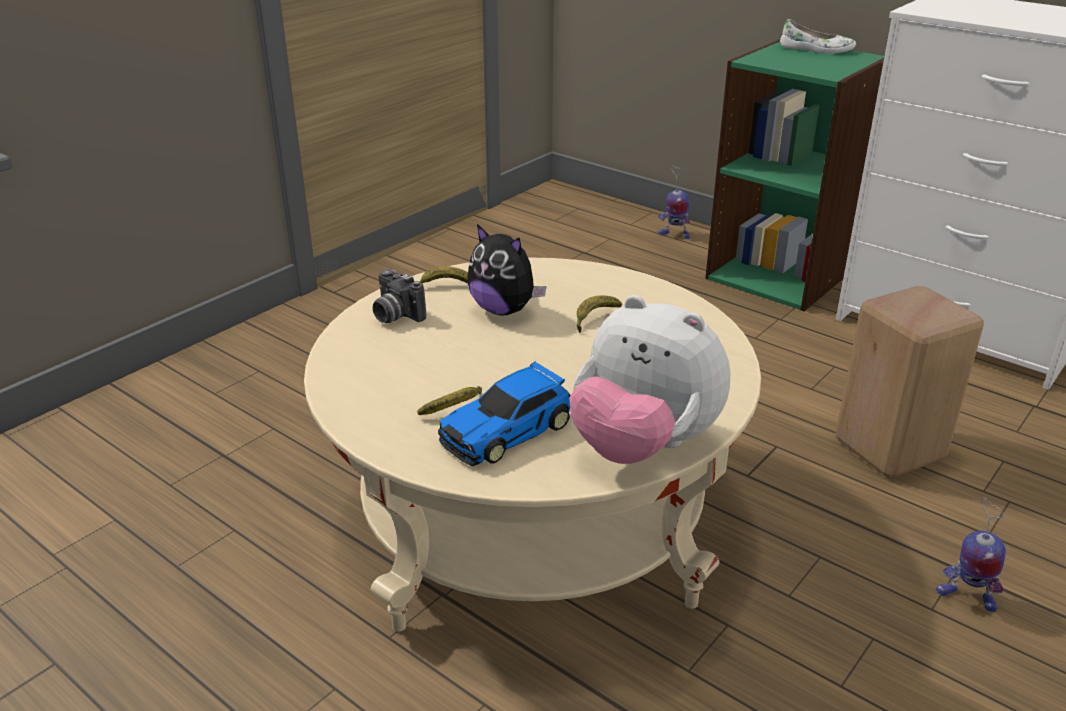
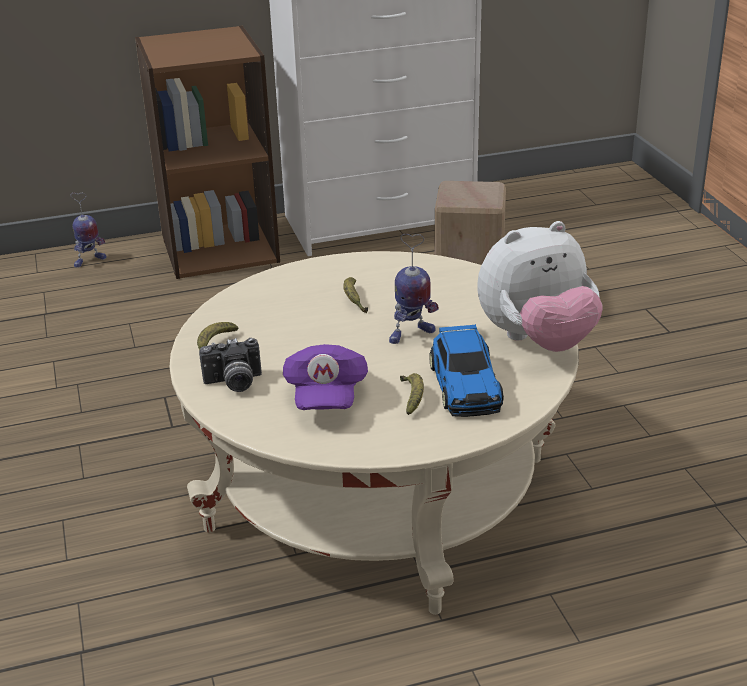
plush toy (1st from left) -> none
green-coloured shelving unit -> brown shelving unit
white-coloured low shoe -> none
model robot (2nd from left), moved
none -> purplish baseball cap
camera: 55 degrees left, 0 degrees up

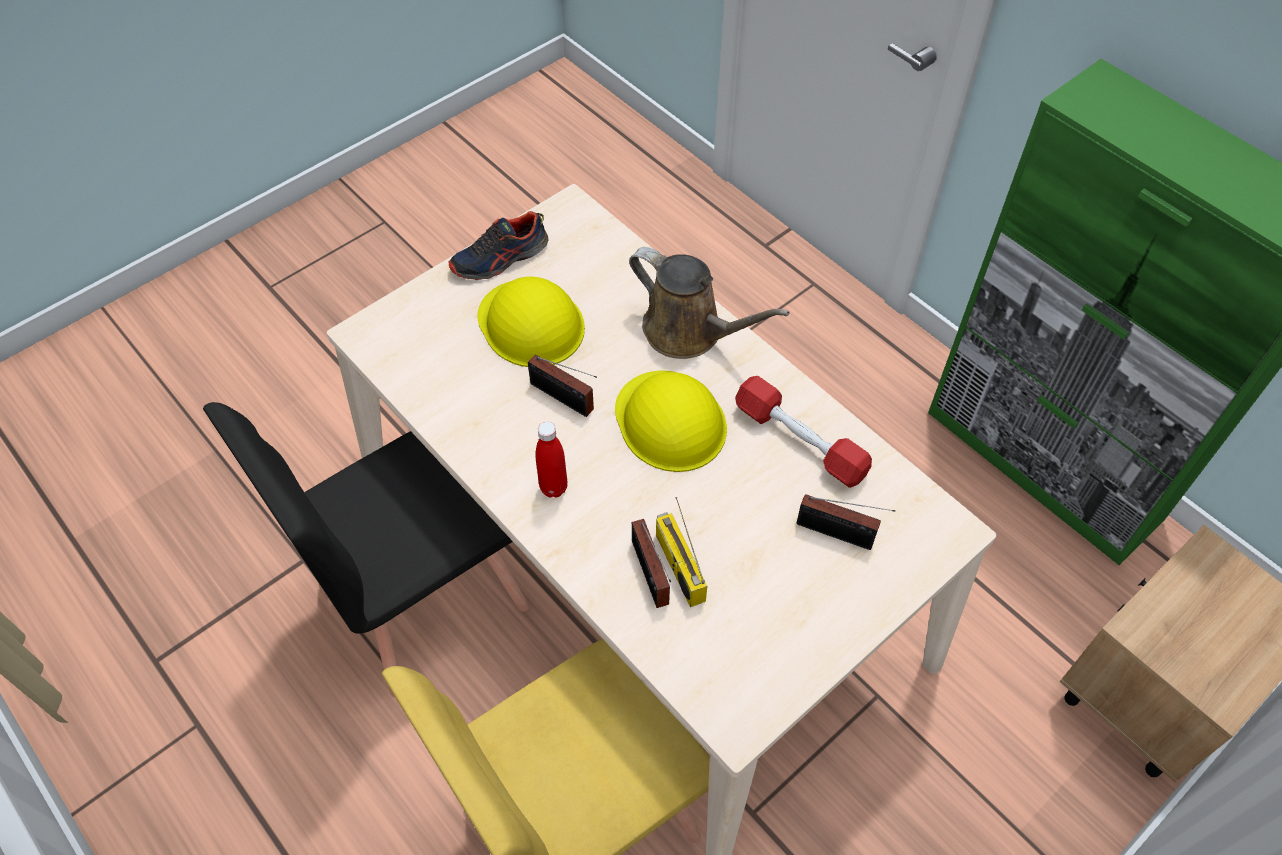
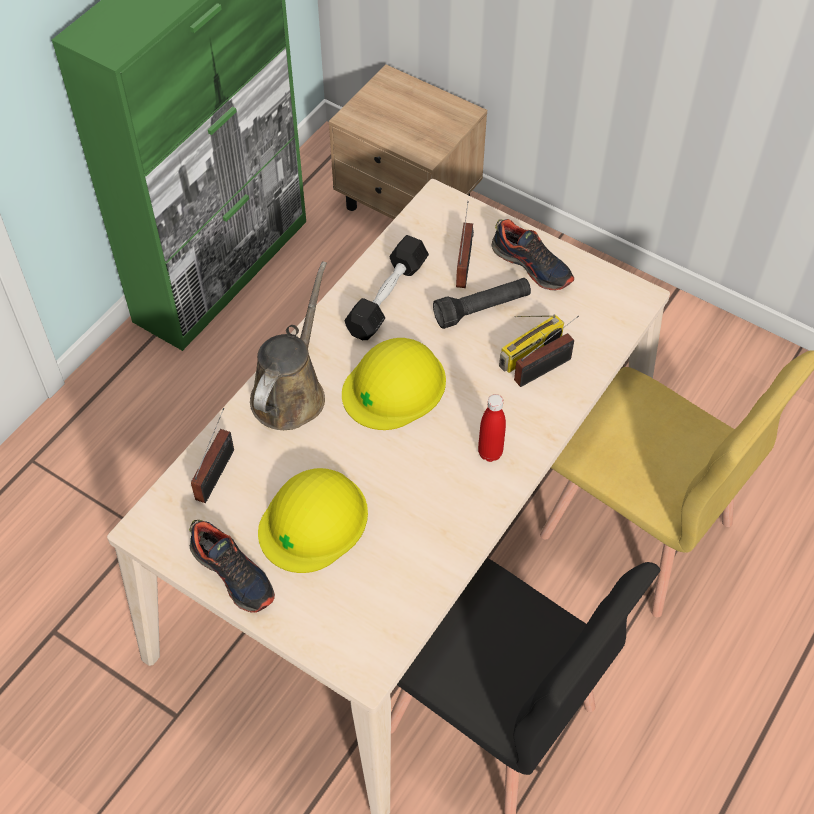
radio receiver (1st from left), moved
red-coloured dumbbell -> blackish dumbbell
none -> blackish hand torch
none -> low shoe (2nd from left)
camera: 105 degrees left, 0 degrees up

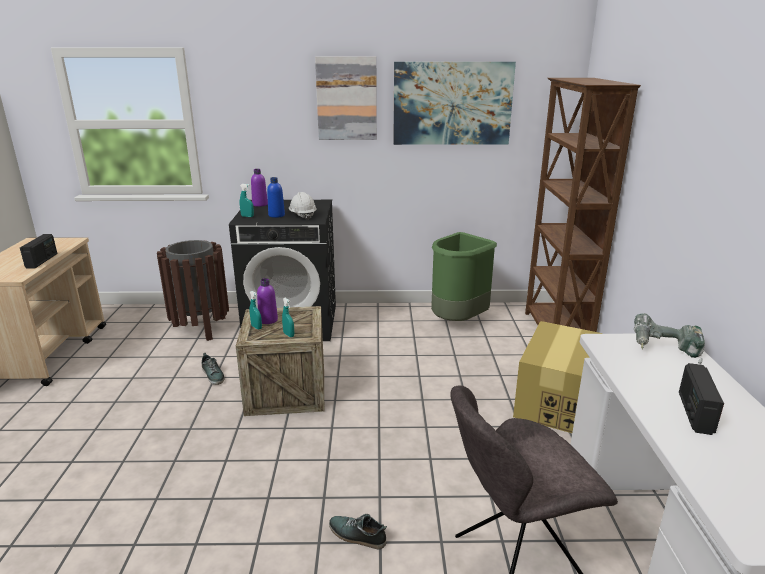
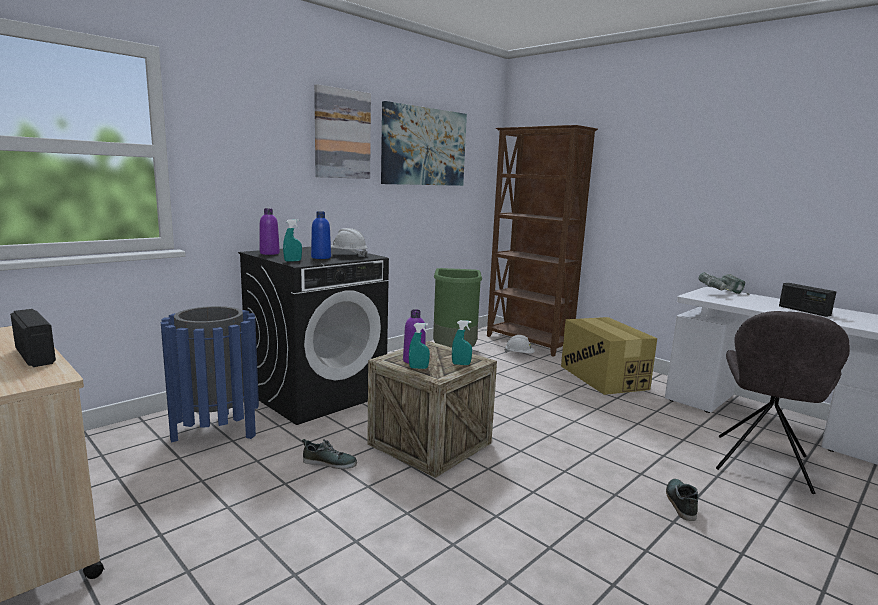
brown waste bin -> bluish waste bin
low shoe (2nd from left), 120 degrees clockwise
none -> white-coloured hard hat (2nd from left)
camera: 45 degrees left, 10 degrees down

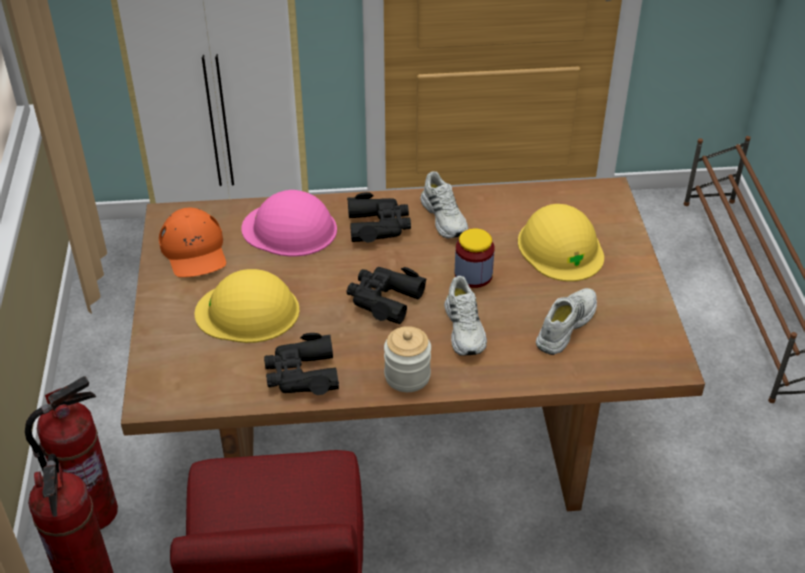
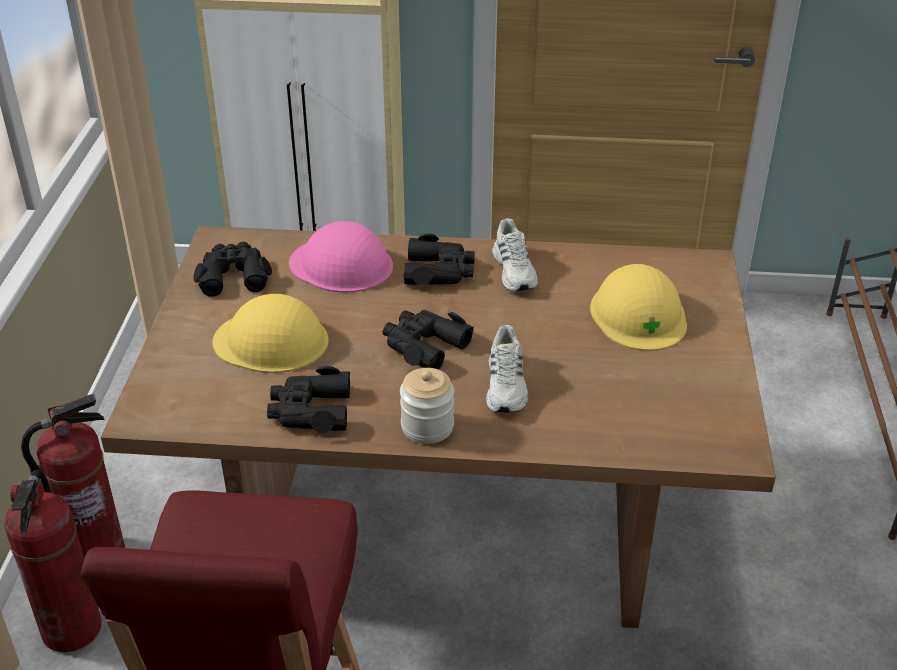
orangey baseball cap -> blackish pair of binoculars (1st from left)
jar (2nd from left) -> none
white-coloured low shoe (3rd from left) -> none
camera: 10 degrees right, 5 degrees down

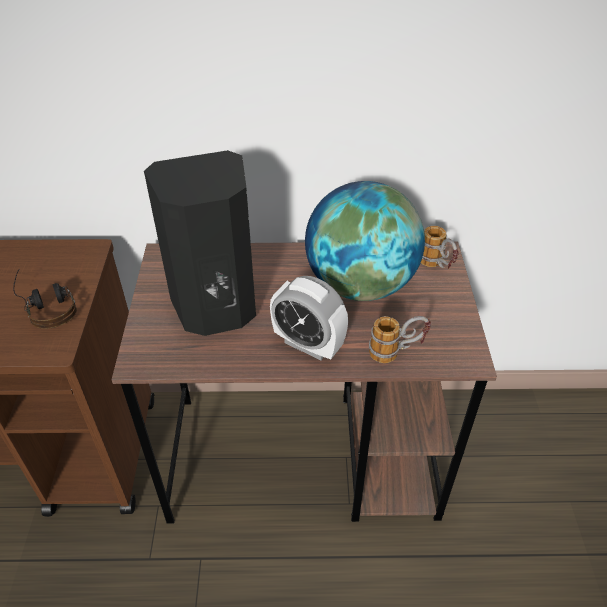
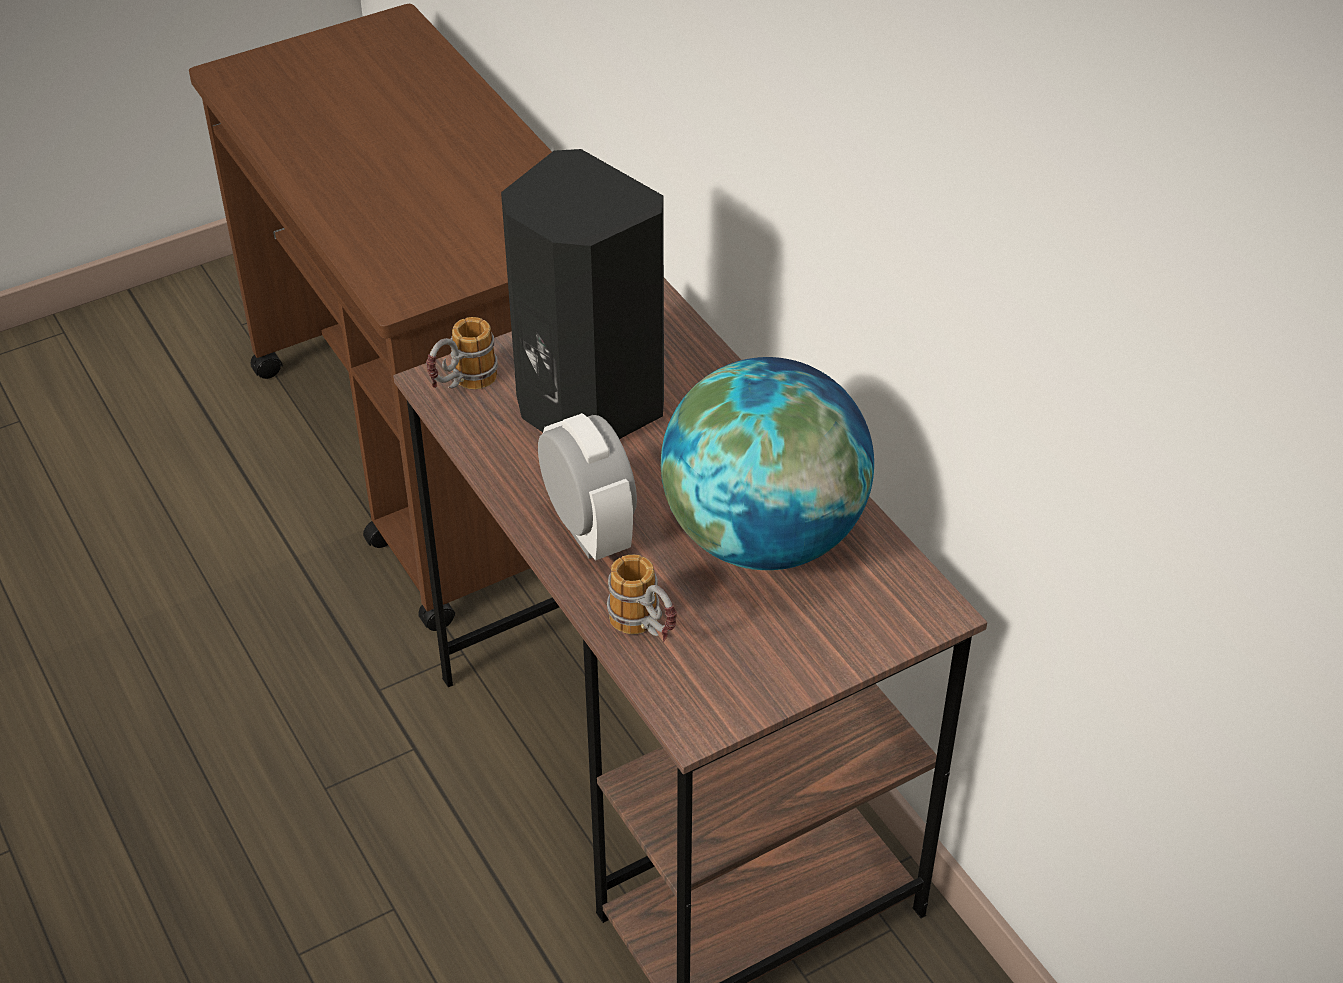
headphones -> none
bedside clock, 150 degrees clockwise
coffee mug (2nd from left in the first image) -> coffee mug (1st from left), moved
camera: 60 degrees right, 0 degrees up

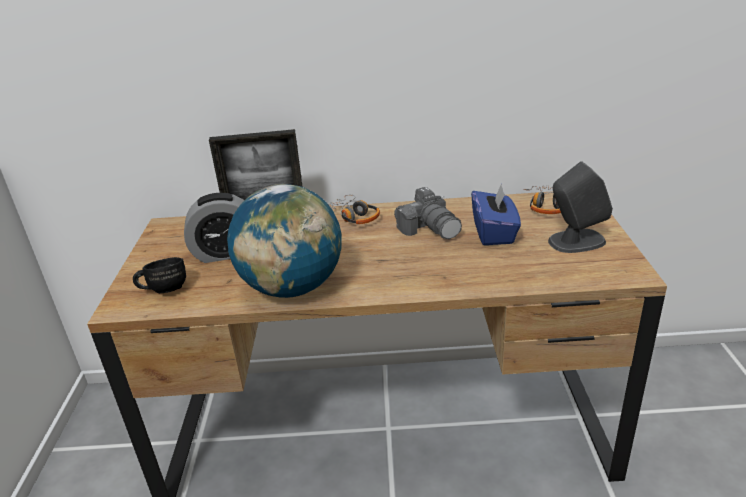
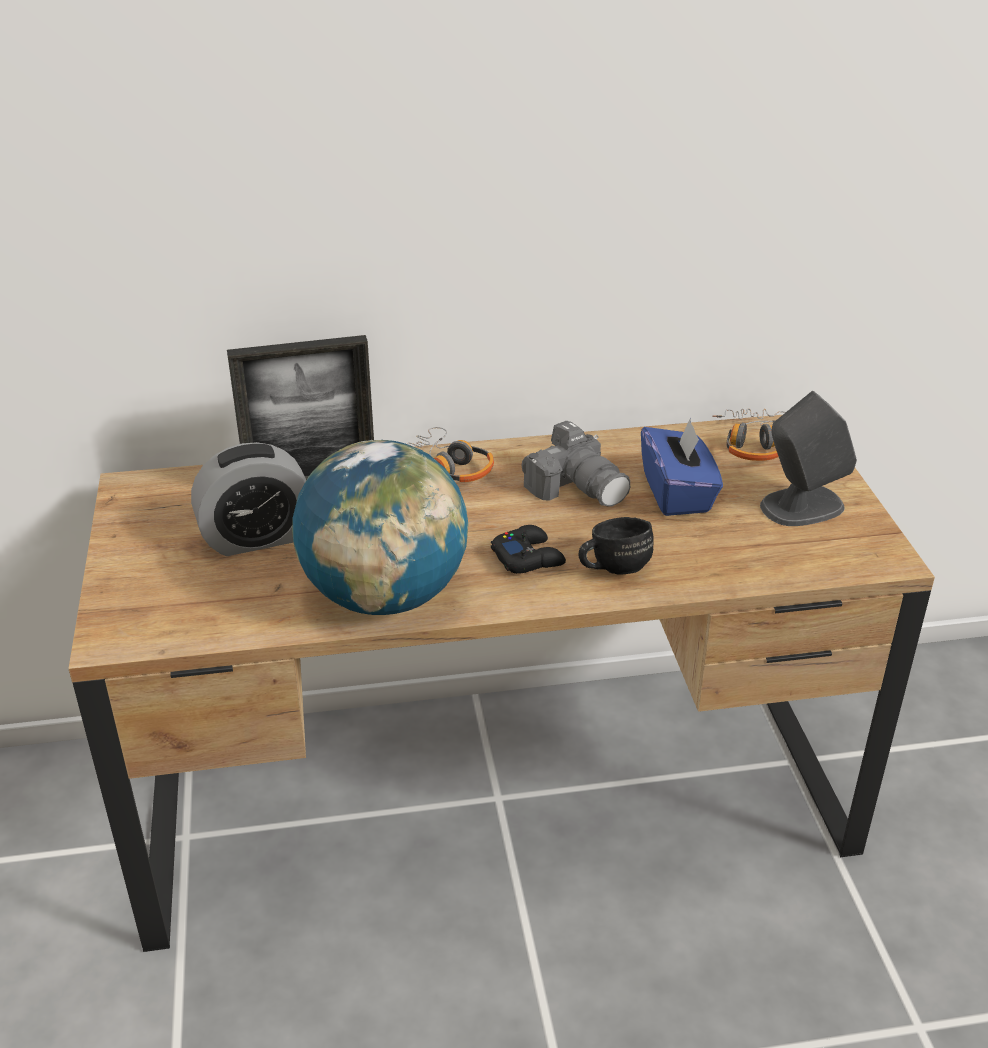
blackish coffee mug, moved
none -> blackish gamepad
camera: 10 degrees left, 5 degrees up

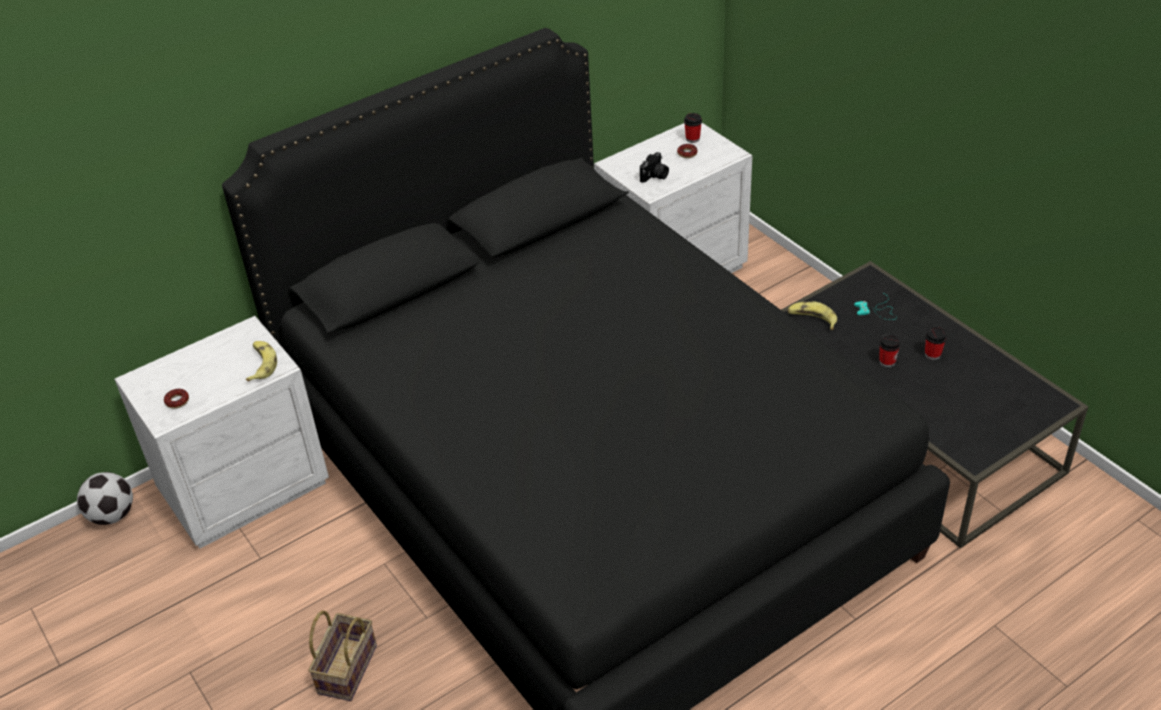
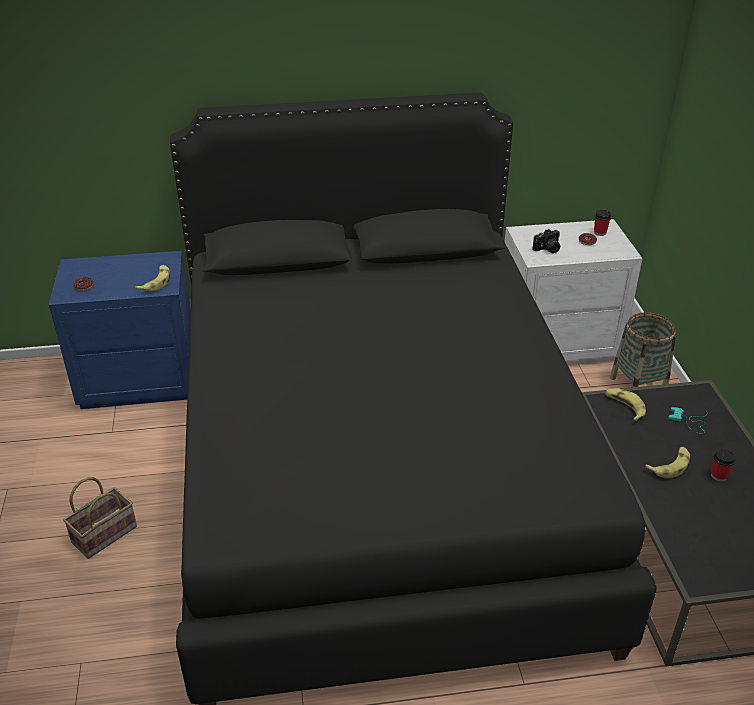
football ball -> none
white-coloured night table (1st from left) -> bluish night table
small cup (2nd from left) -> banana fruit (3rd from left)
none -> basket (2nd from left)
camera: 25 degrees right, 5 degrees down

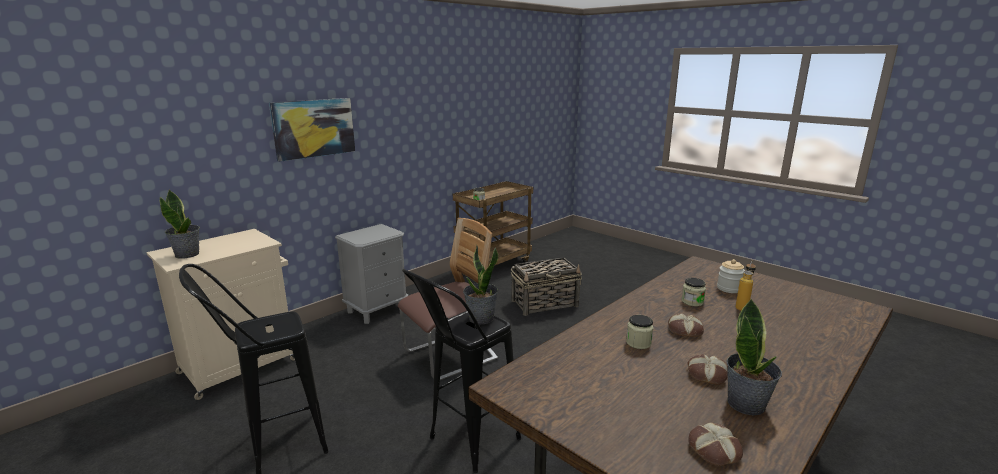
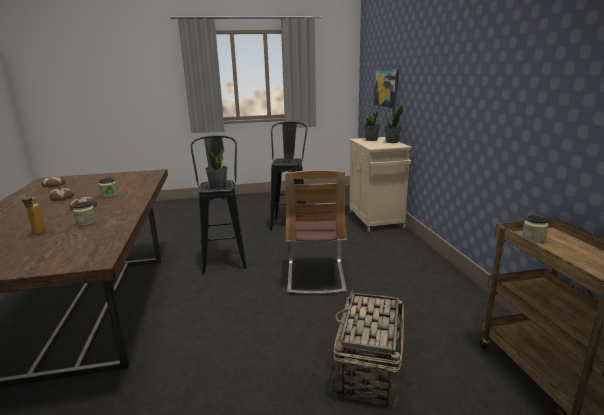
picture, moved
greyish night table -> none
jar (4th from left) -> none
houseplant (3rd from left), moved
camera: 125 degrees right, 0 degrees up

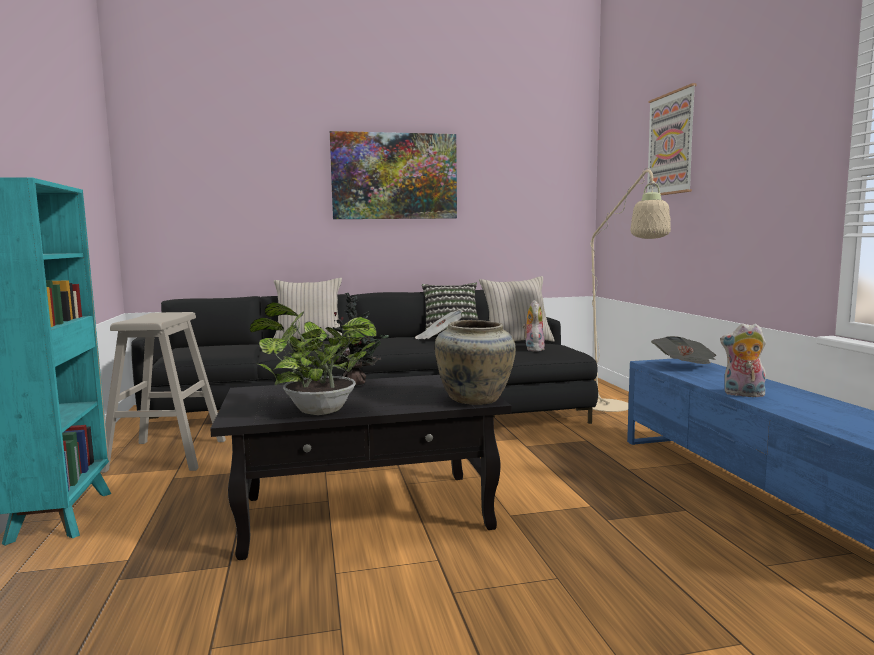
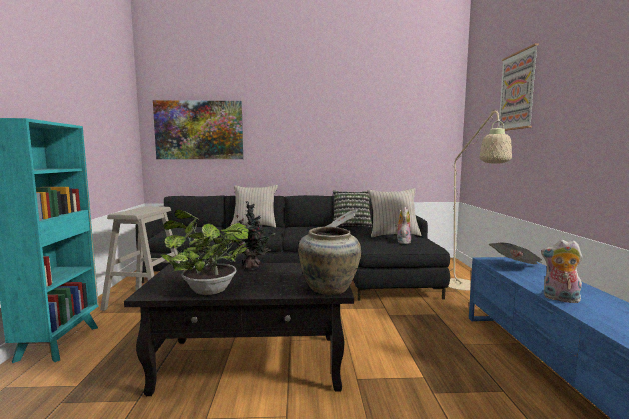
picture (1st from left), moved
camera: 10 degrees right, 0 degrees up

